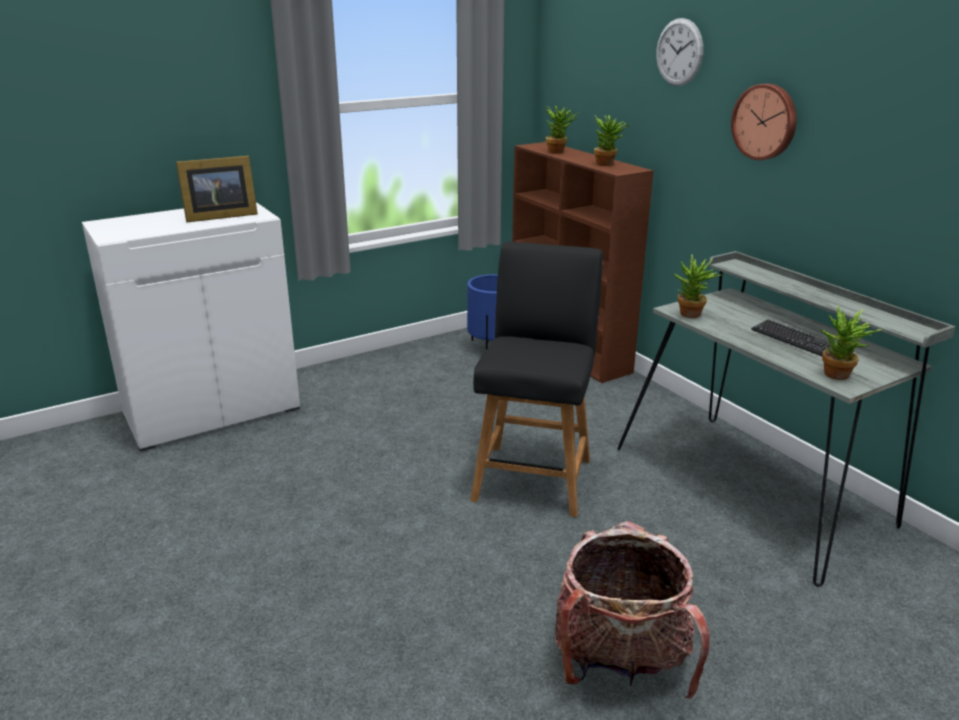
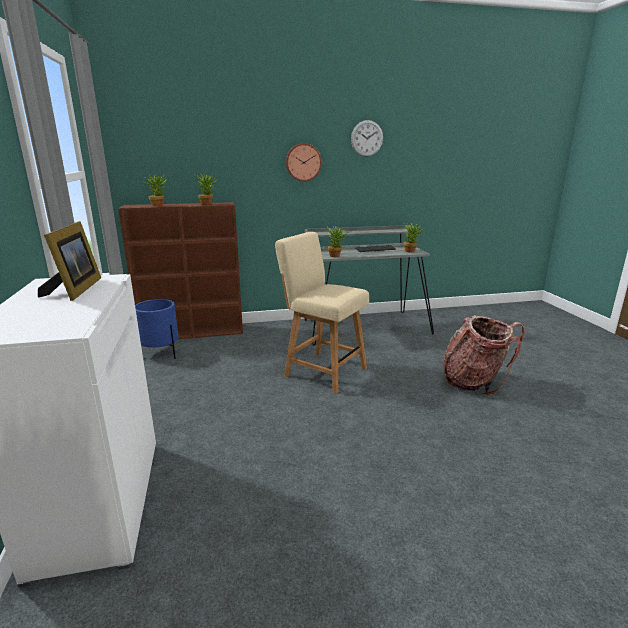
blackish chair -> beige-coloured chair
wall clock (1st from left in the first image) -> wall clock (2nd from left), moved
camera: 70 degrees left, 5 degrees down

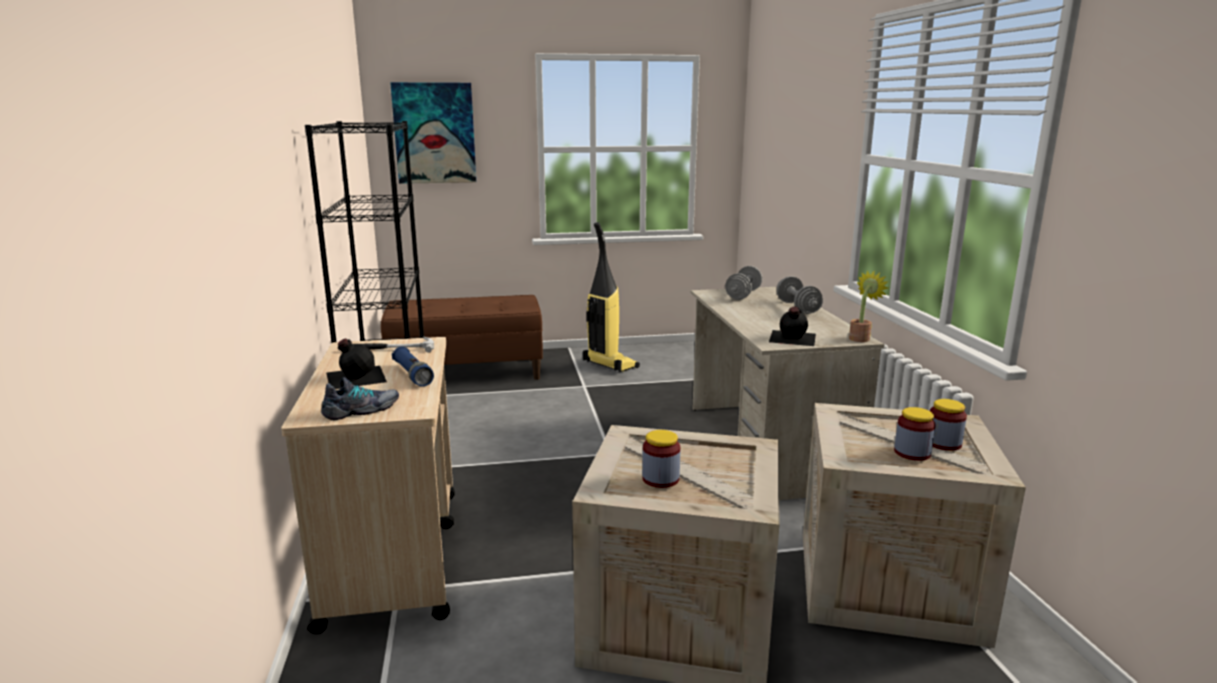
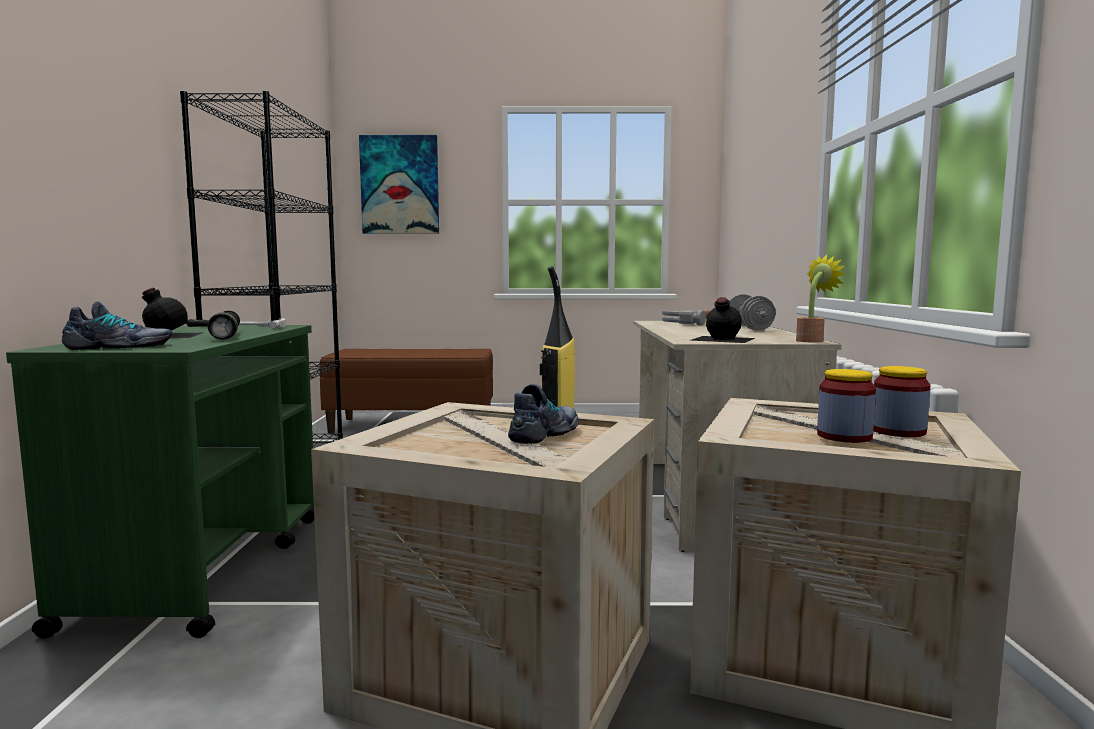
beige-coloured wheeled cart -> green-coloured wheeled cart
bluish hand torch -> blackish hand torch
jar (1st from left) -> none
greyish dumbbell (1st from left) -> tool hammer (2nd from left)
none -> low shoe (2nd from left)
camera: 10 degrees right, 10 degrees down

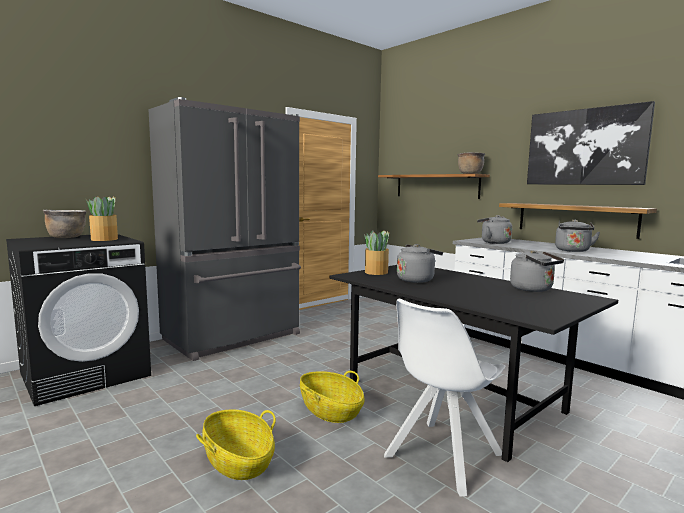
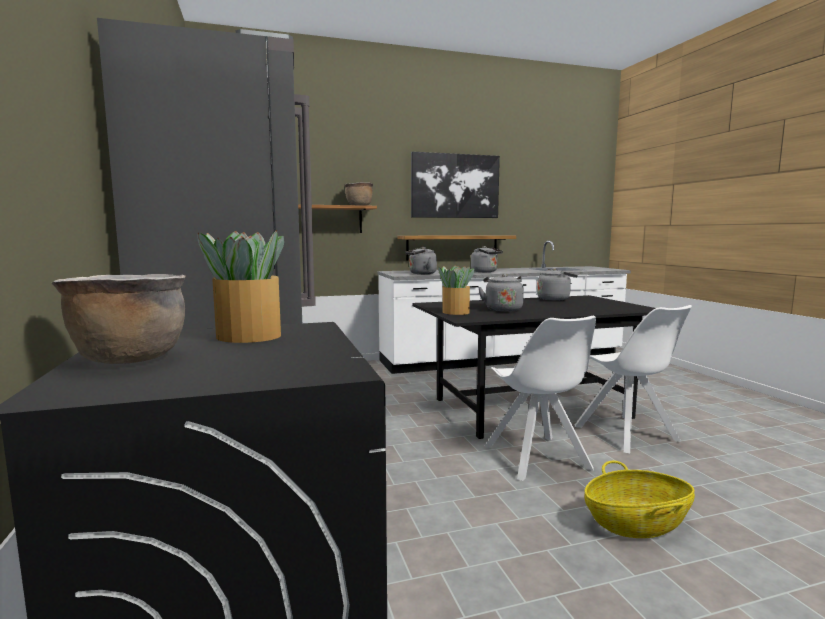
basket (2nd from left) -> white-coloured chair (1st from left)
camera: 65 degrees left, 0 degrees up

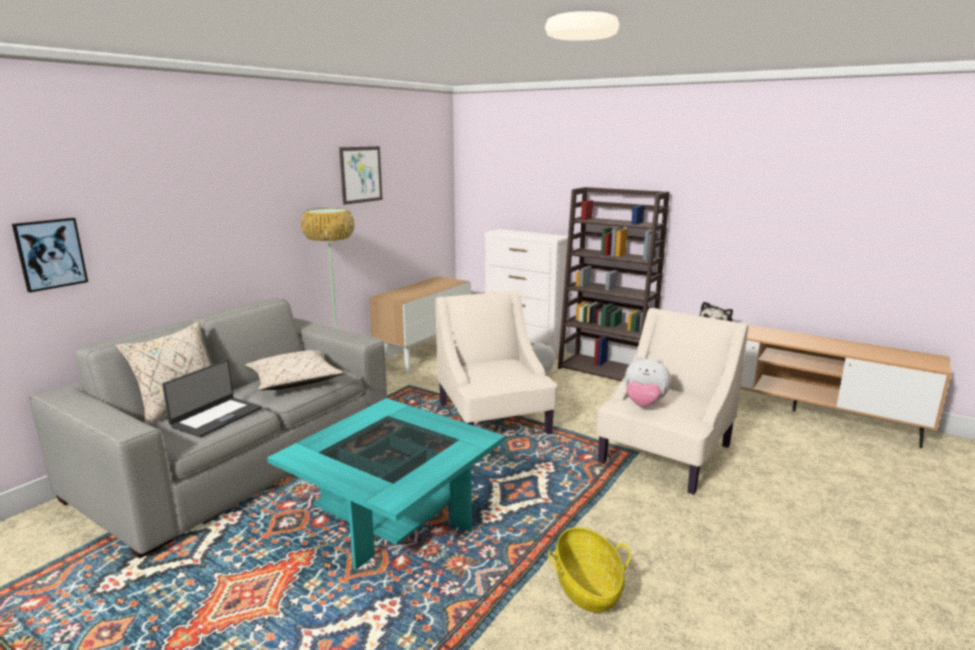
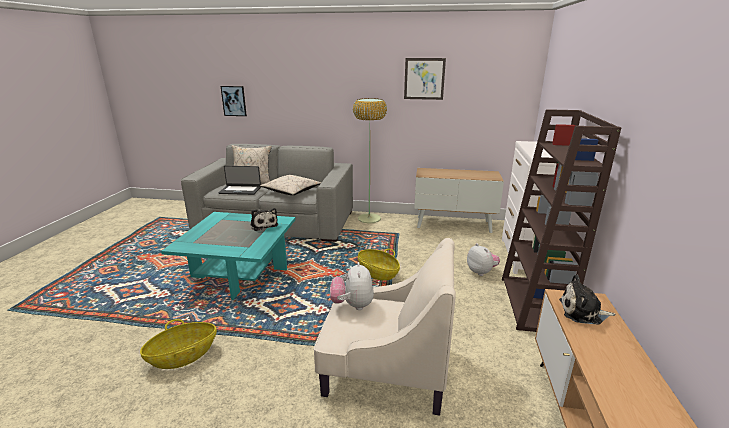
beige-coloured armchair (1st from left) -> basket (2nd from left)
none -> plush toy (1st from left)
camera: 65 degrees right, 5 degrees up

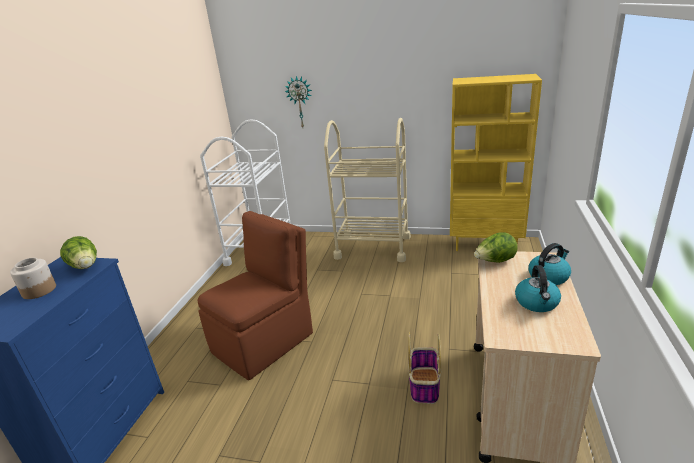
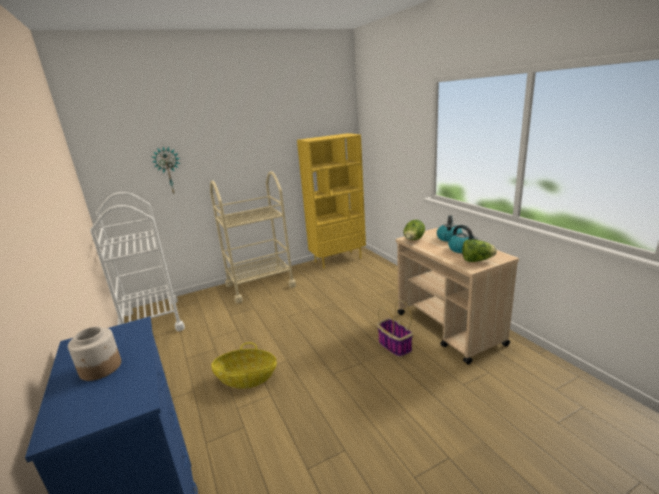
lettuce (1st from left in the first image) -> lettuce (2nd from left), moved
brown chair -> basket (1st from left)
camera: 40 degrees left, 5 degrees down

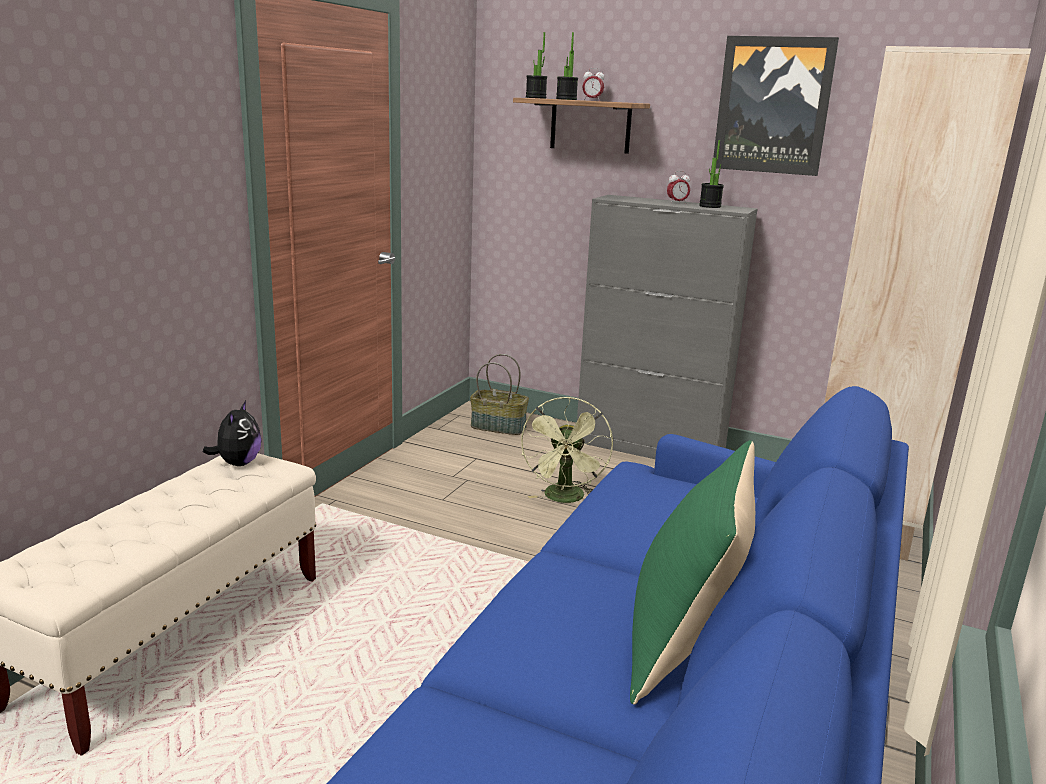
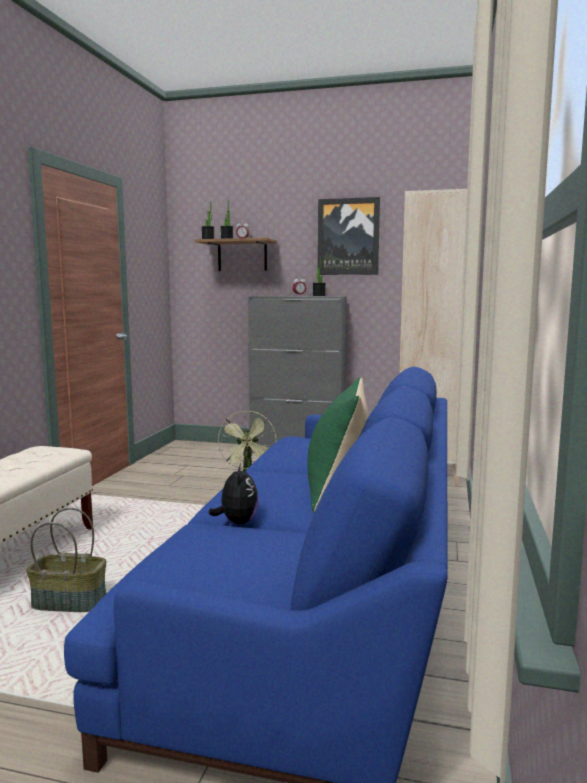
plush toy, moved
basket, moved
camera: 10 degrees left, 10 degrees down

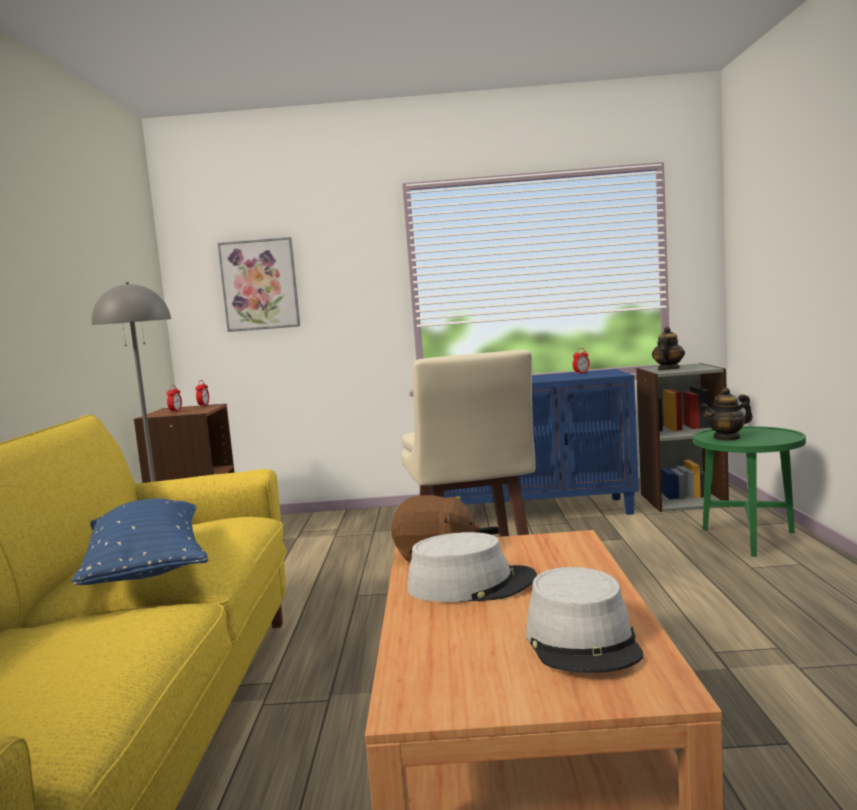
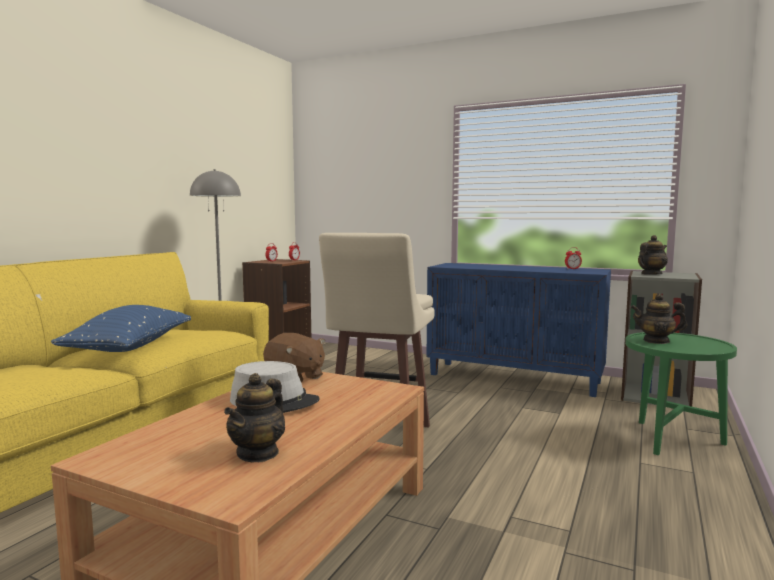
picture -> none
greyish clothing hat (2nd from left) -> tea pot (1st from left)
camera: 25 degrees right, 0 degrees up

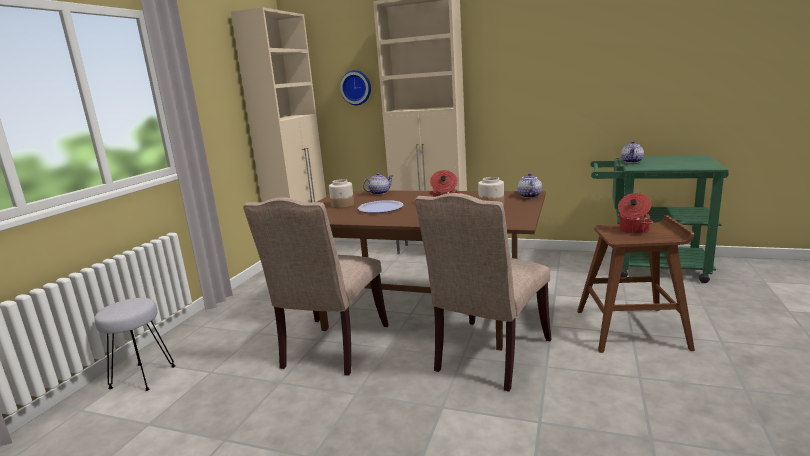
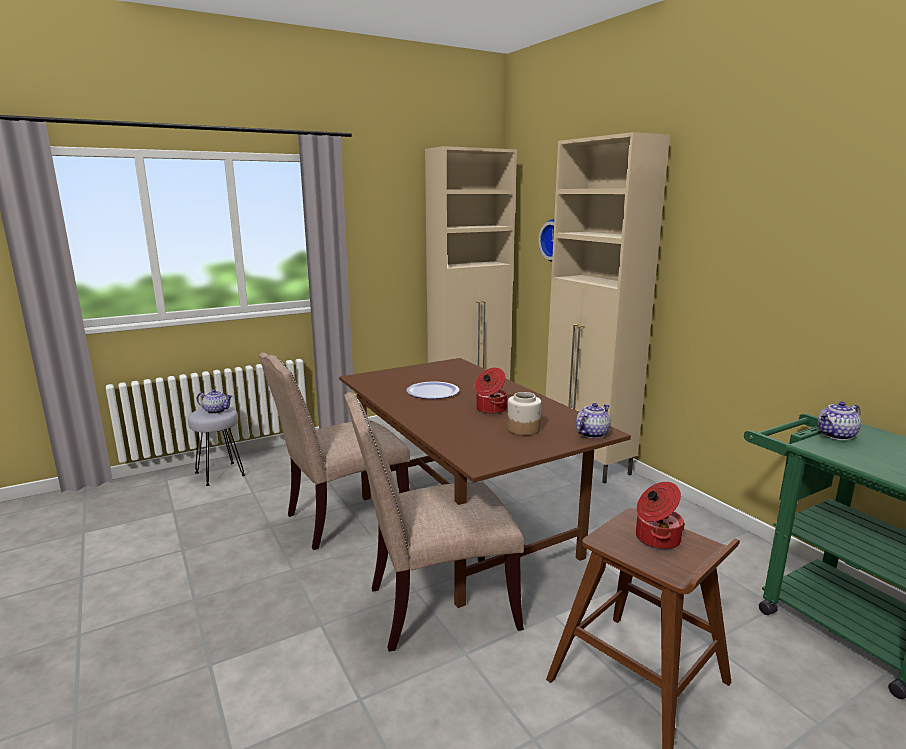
jar (1st from left) -> none
tea pot (1st from left), moved
camera: 40 degrees right, 0 degrees up

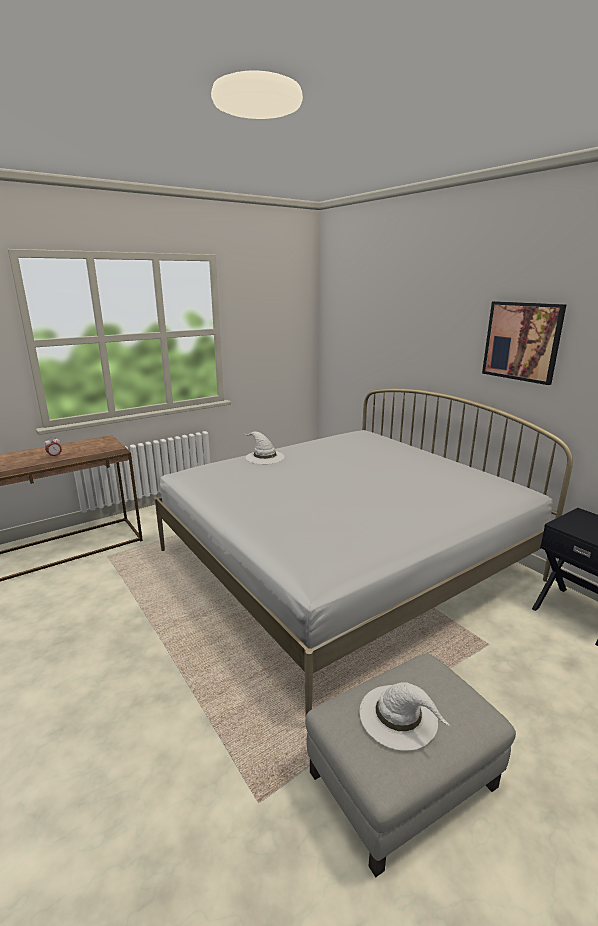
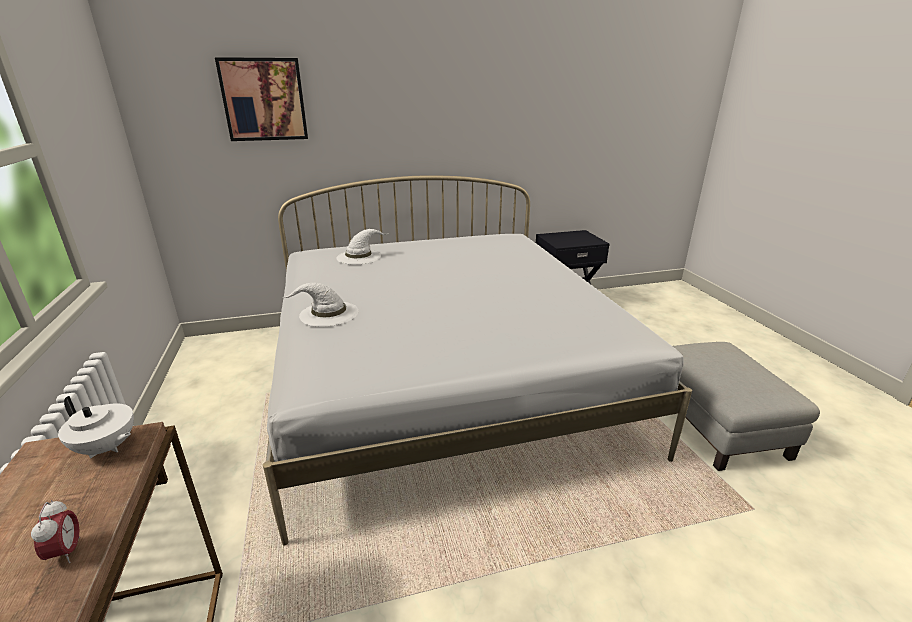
white-coloured clothing hat (2nd from left), moved
picture, moved
none -> white-coloured tea pot
camera: 70 degrees left, 5 degrees up

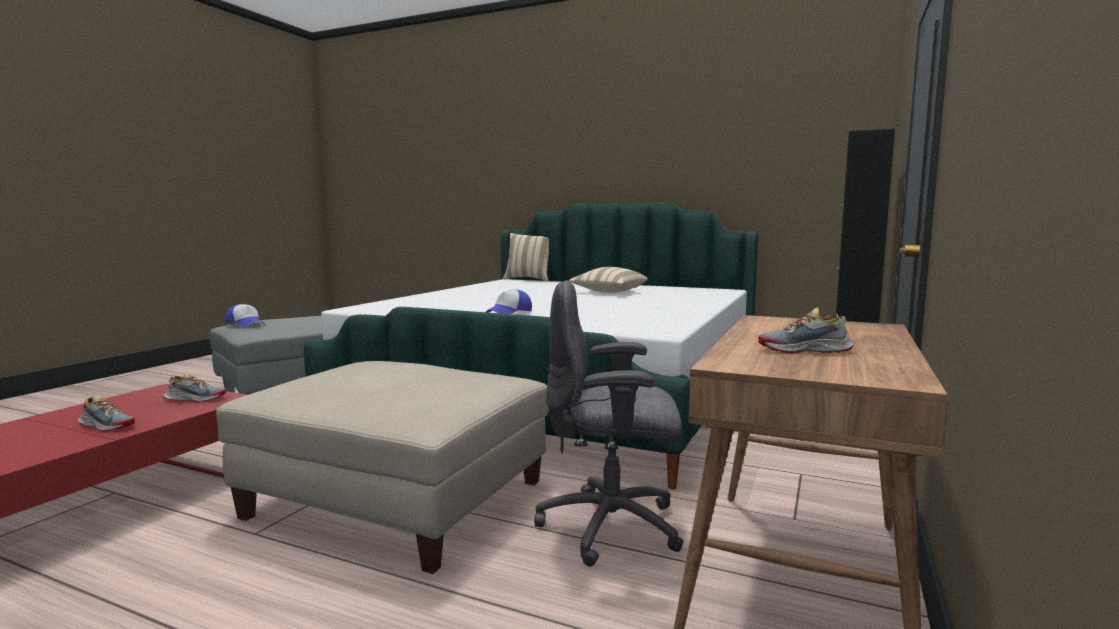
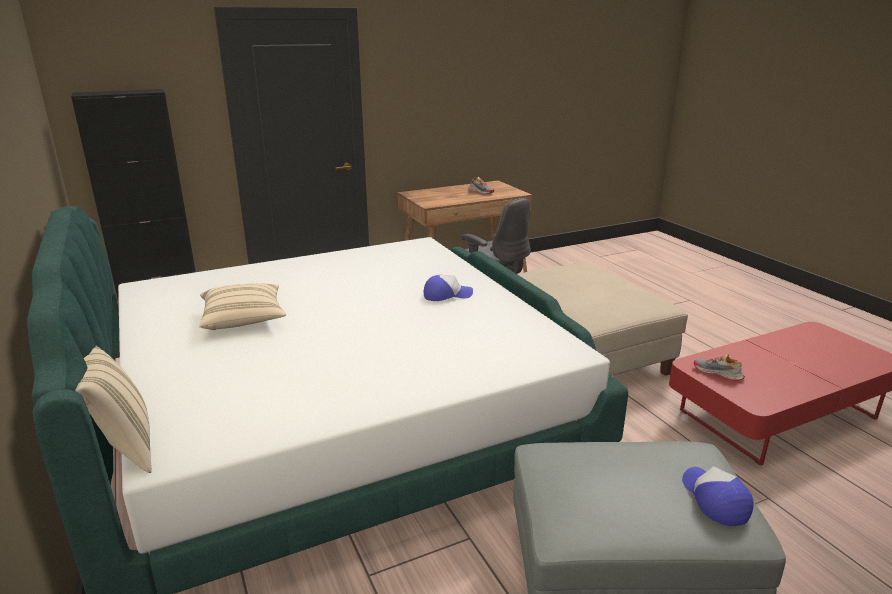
low shoe (1st from left) -> none
camera: 140 degrees left, 15 degrees up

